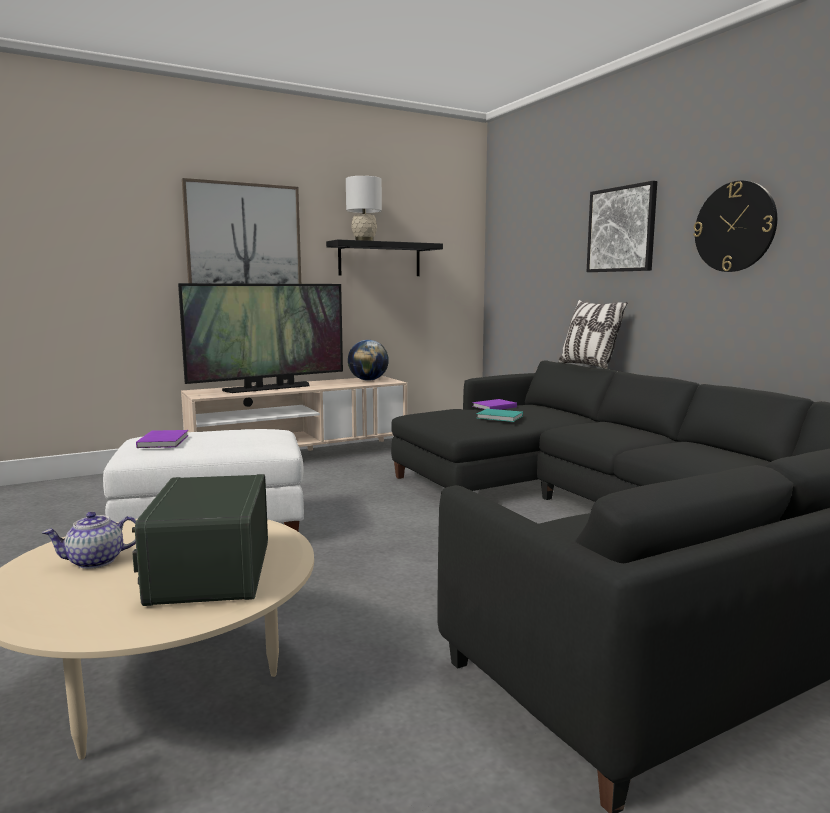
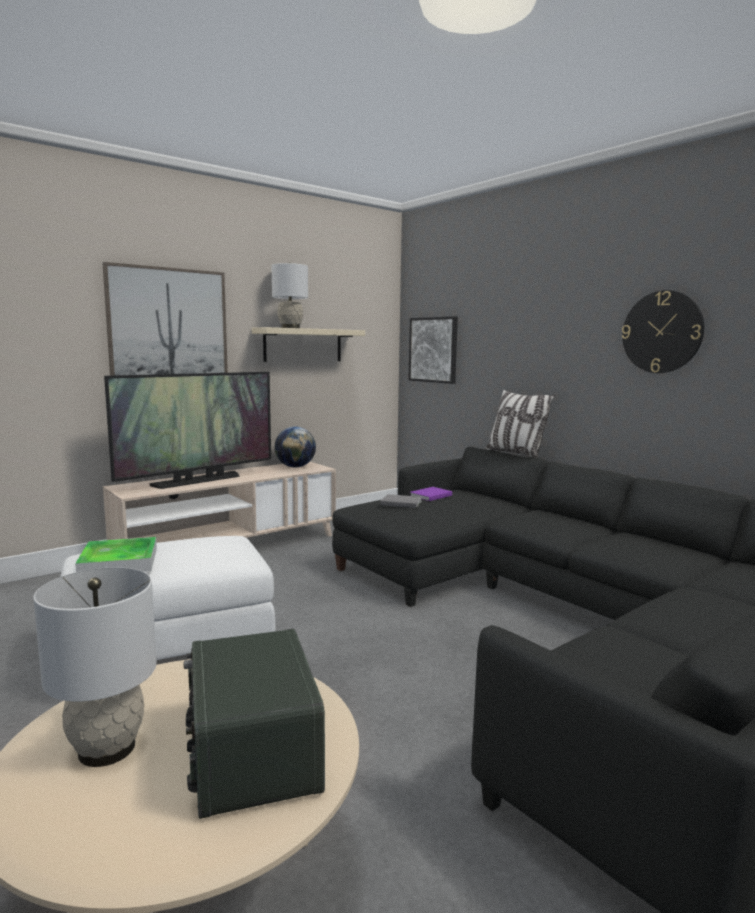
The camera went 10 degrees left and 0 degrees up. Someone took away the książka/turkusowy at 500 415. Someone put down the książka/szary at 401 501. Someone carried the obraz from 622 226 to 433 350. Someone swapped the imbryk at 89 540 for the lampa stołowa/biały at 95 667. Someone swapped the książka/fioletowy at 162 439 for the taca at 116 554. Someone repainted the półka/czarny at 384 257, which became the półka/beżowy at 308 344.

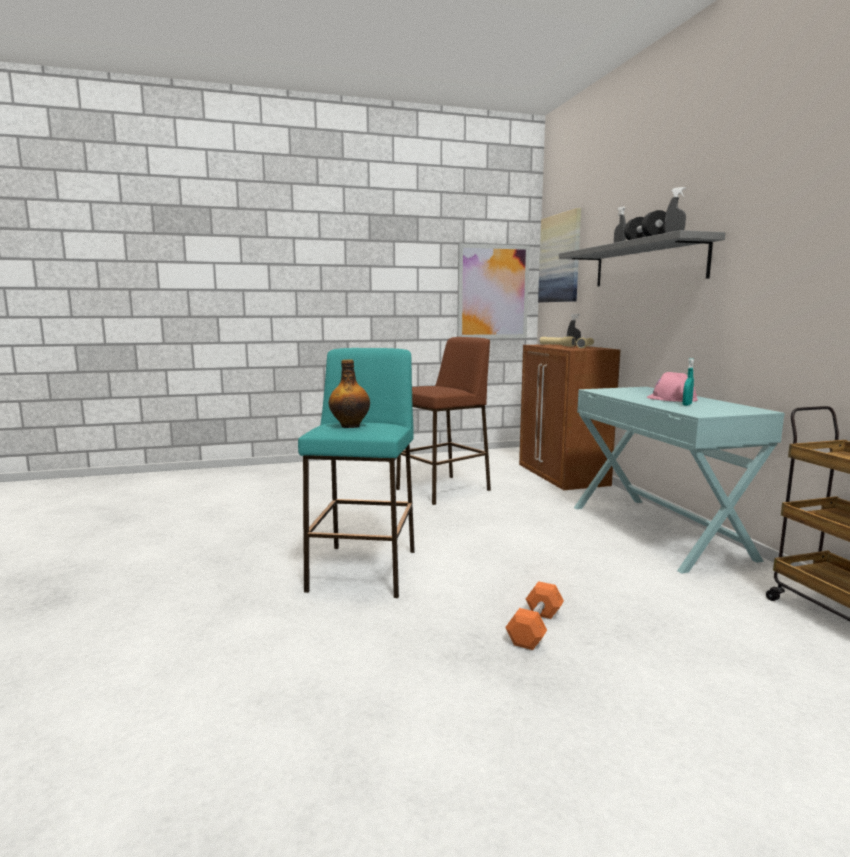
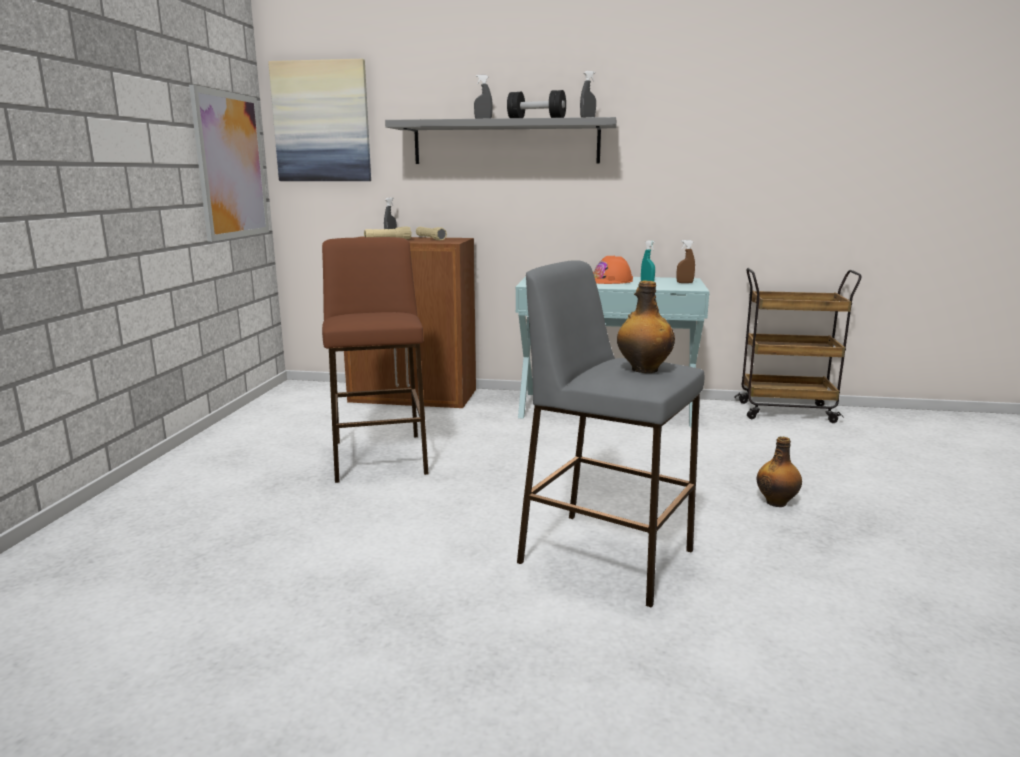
The camera went 65 degrees left and 5 degrees up. Someone put down the spryskiwacz/brązowy at 686 261. Someone swapped the hantel/pomarańczowy at 534 615 for the butelka at 779 472. Someone repainted the stołek/turkusowy at 356 473, which became the stołek/szary at 610 433. Someone repainted the kask/różowy at 672 387, which became the kask/pomarańczowy at 613 270.

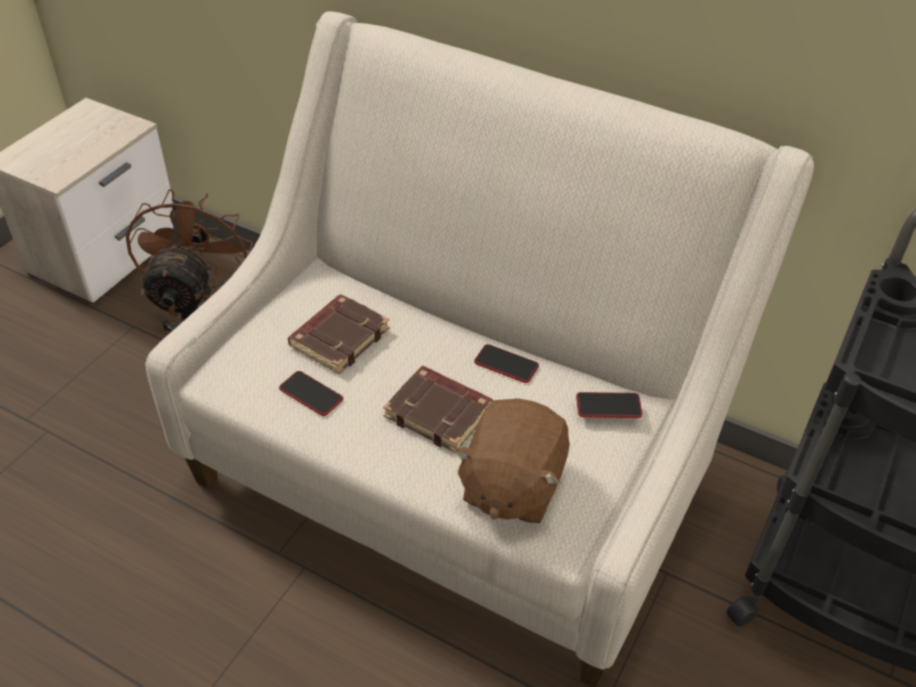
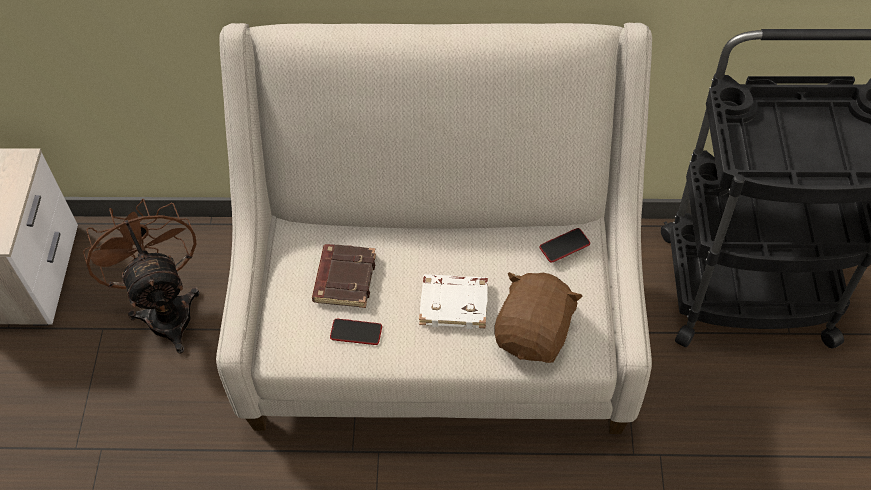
The camera went 25 degrees left and 10 degrees up. Someone took away the telefon at 506 363. Someone repainted the książka/brązowy at 438 409, which became the książka/biały at 453 301. Someone rotated the pluszak/brązowy at 512 460 by 150 degrees counterclockwise.

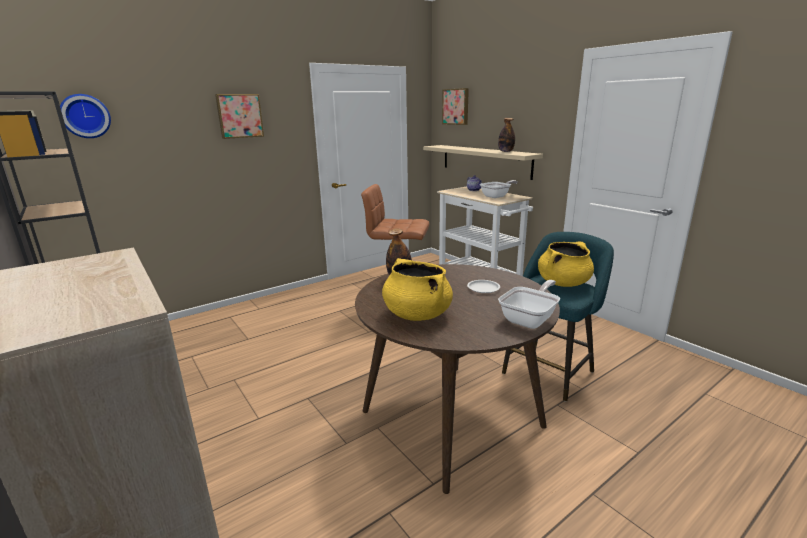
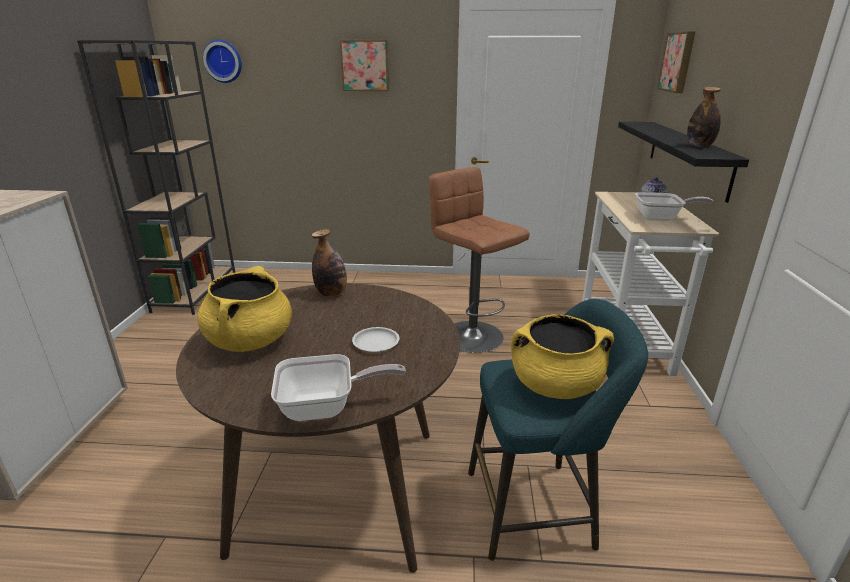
The camera went 40 degrees right and 5 degrees up. Someone repainted the półka/beżowy at 483 162, which became the półka/czarny at 683 162.

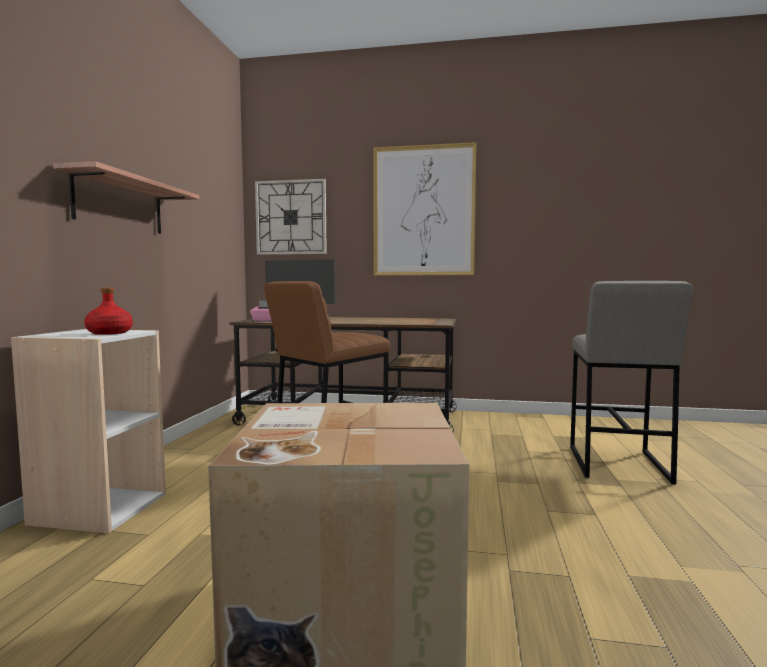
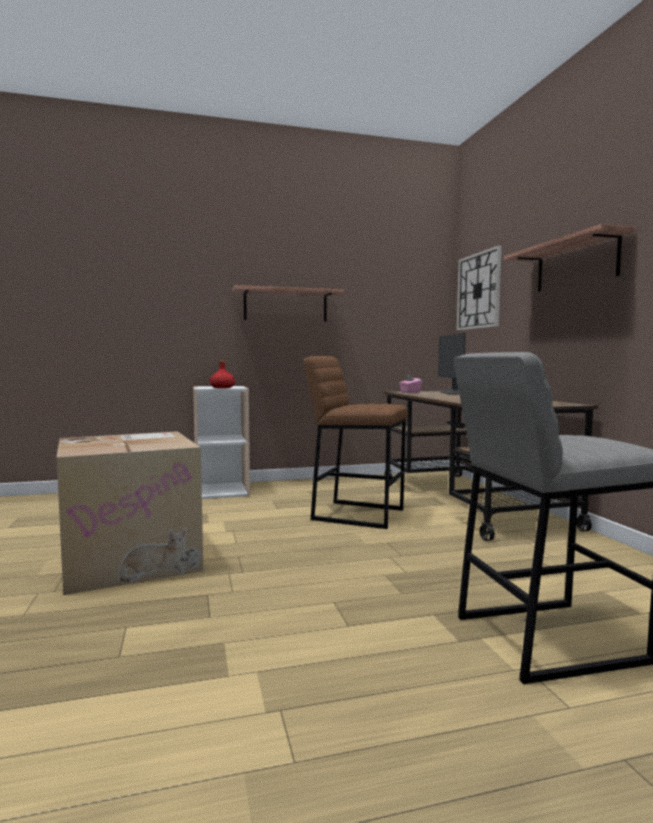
The camera went 65 degrees right and 0 degrees up. Someone swapped the obraz at 425 209 for the półka at 570 258.

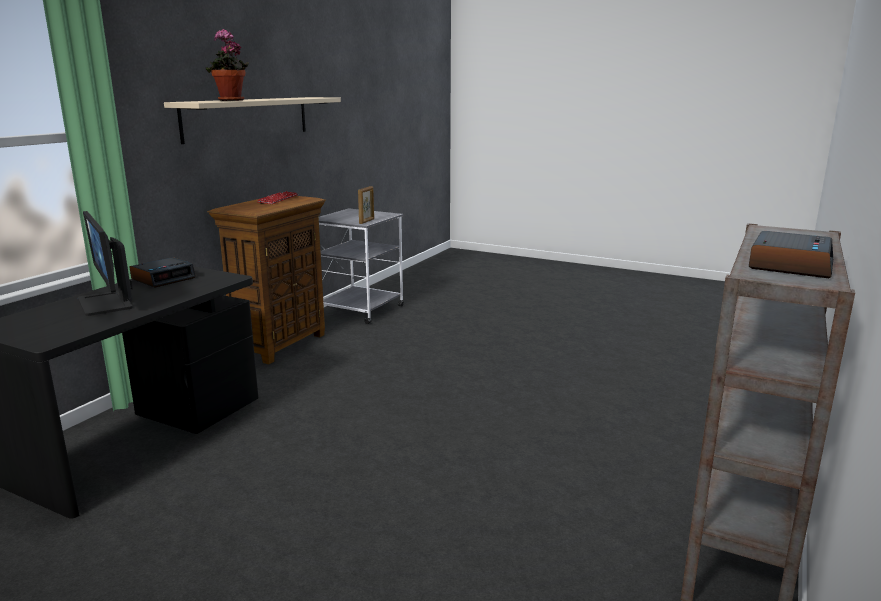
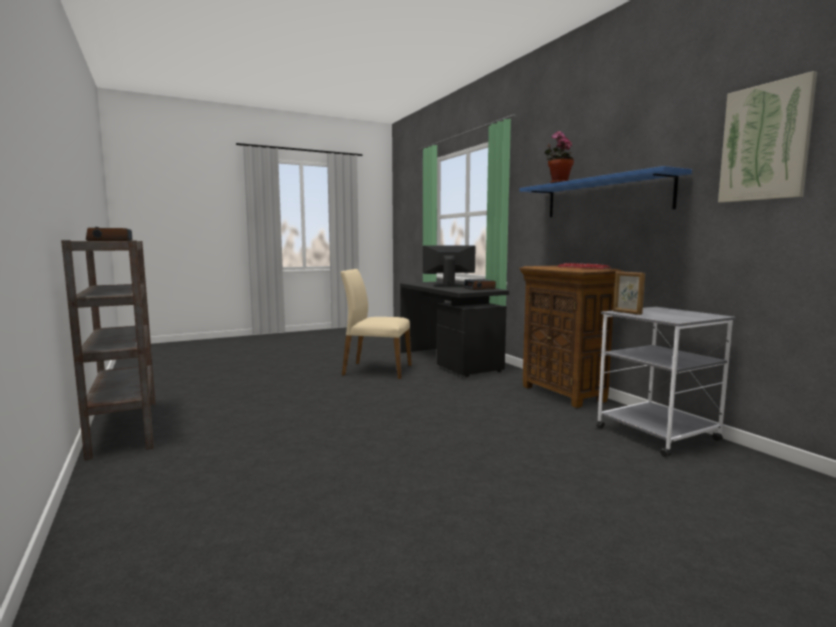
The camera went 125 degrees right and 10 degrees down. Someone put down the krzesło/beżowy at 376 324. Someone put up the obraz at 767 137. Someone repainted the półka/beżowy at 252 120, which became the półka/niebieski at 606 191.

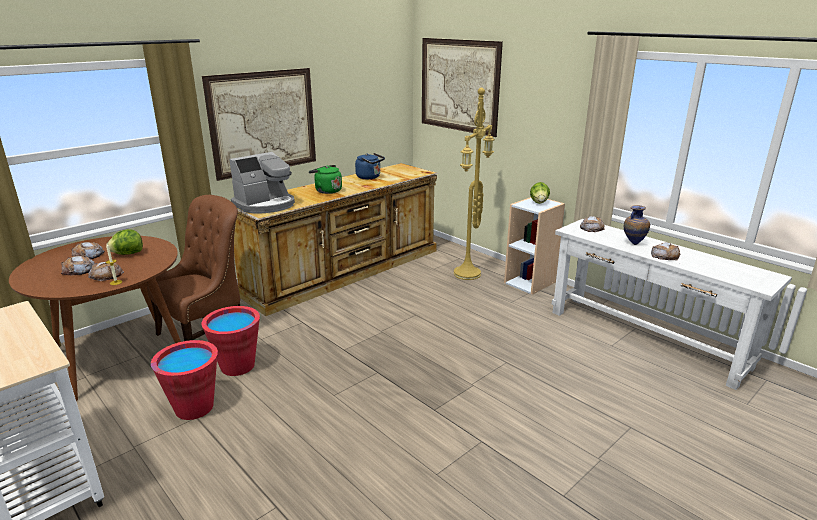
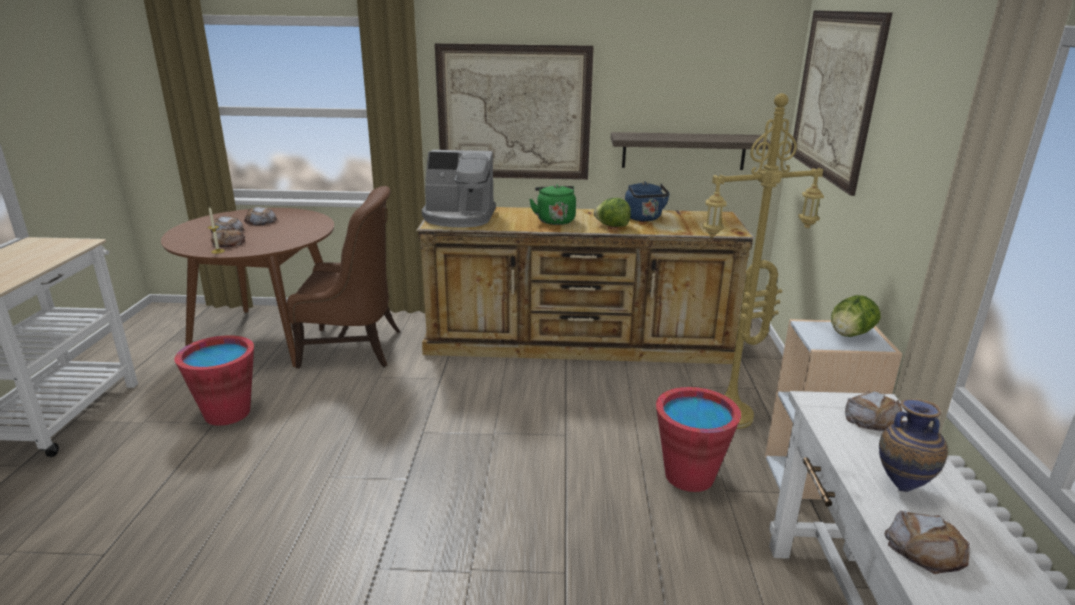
The camera went 45 degrees right and 0 degrees up. Someone put up the półka at 690 151. Someone carried the sałata from 125 242 to 612 212. Someone carried the wiadro/czerwony from 230 341 to 698 439.

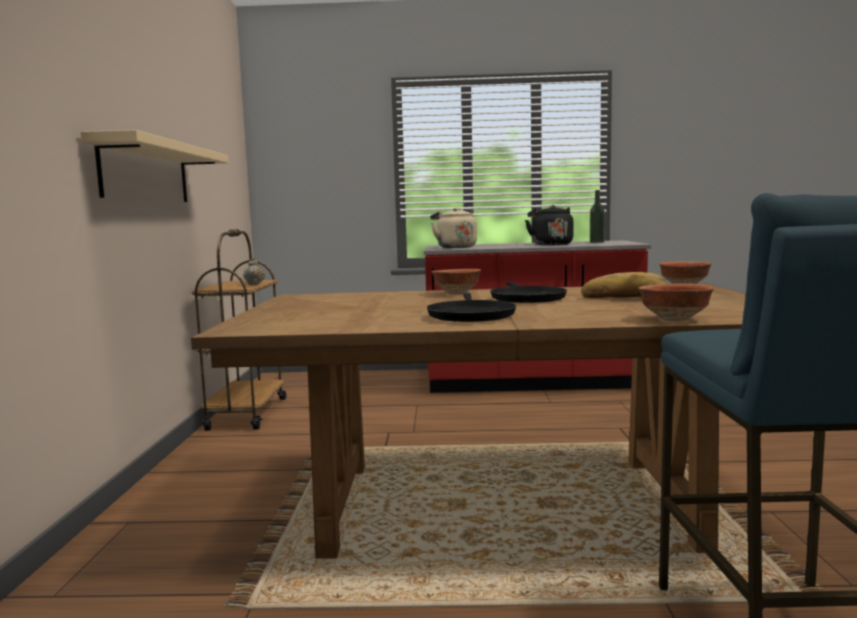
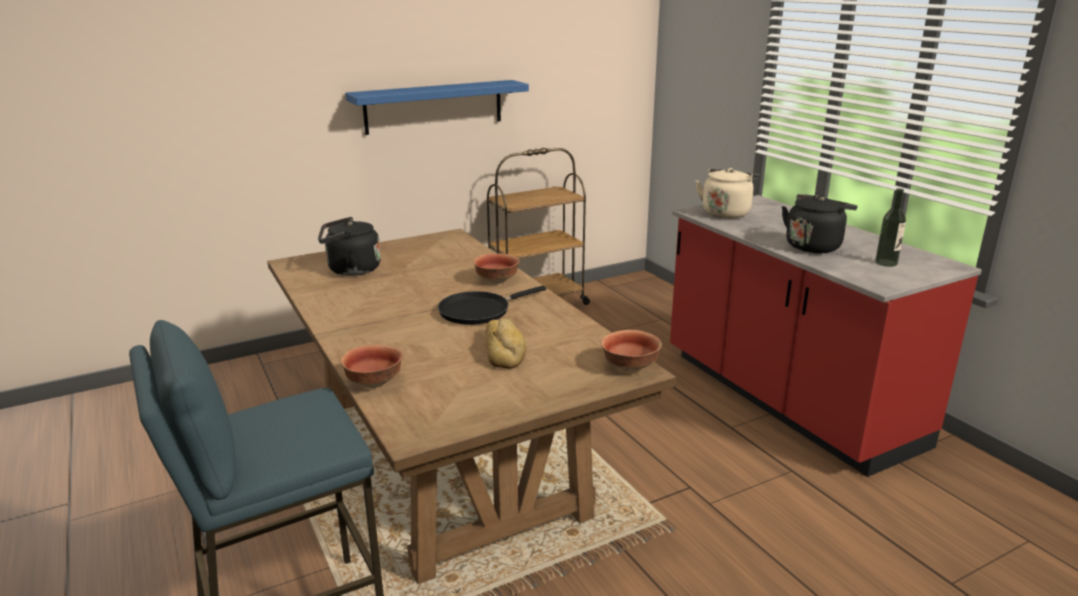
The camera went 60 degrees right and 15 degrees up. Someone took away the imbryk/beżowy at 254 271. Someone took away the patelnia/czarny at 471 307. Someone put down the czajnik/czarny at 349 246. Someone repainted the półka/beżowy at 155 166, which became the półka/niebieski at 437 107.

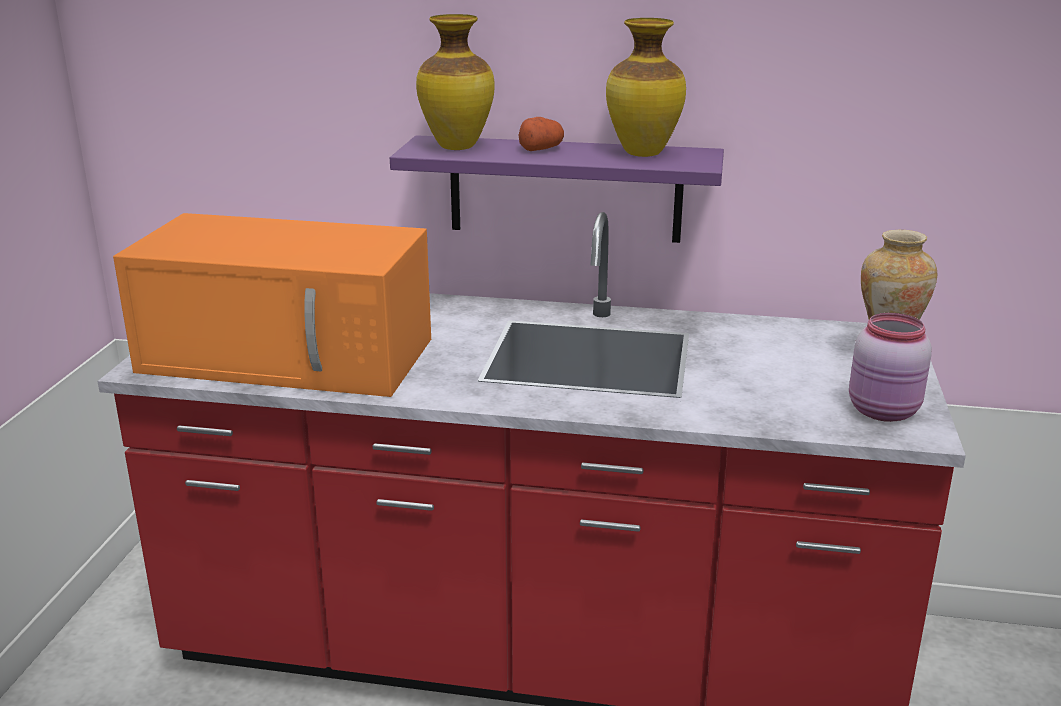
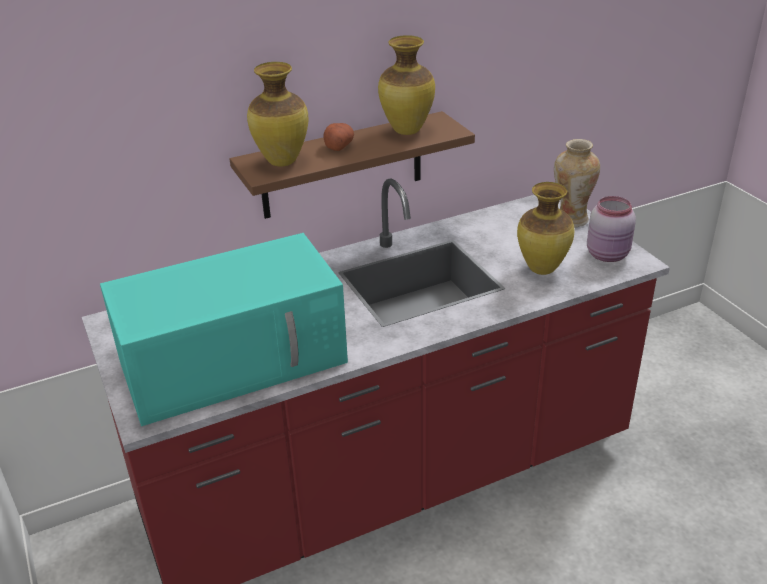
The camera went 35 degrees left and 10 degrees up. Someone put down the wazon at 545 228. Someone repainted the mikrofalówka/pomarańczowy at 272 305, which became the mikrofalówka/turkusowy at 224 329. Someone repainted the półka/fioletowy at 557 189, which became the półka/brązowy at 352 165.

